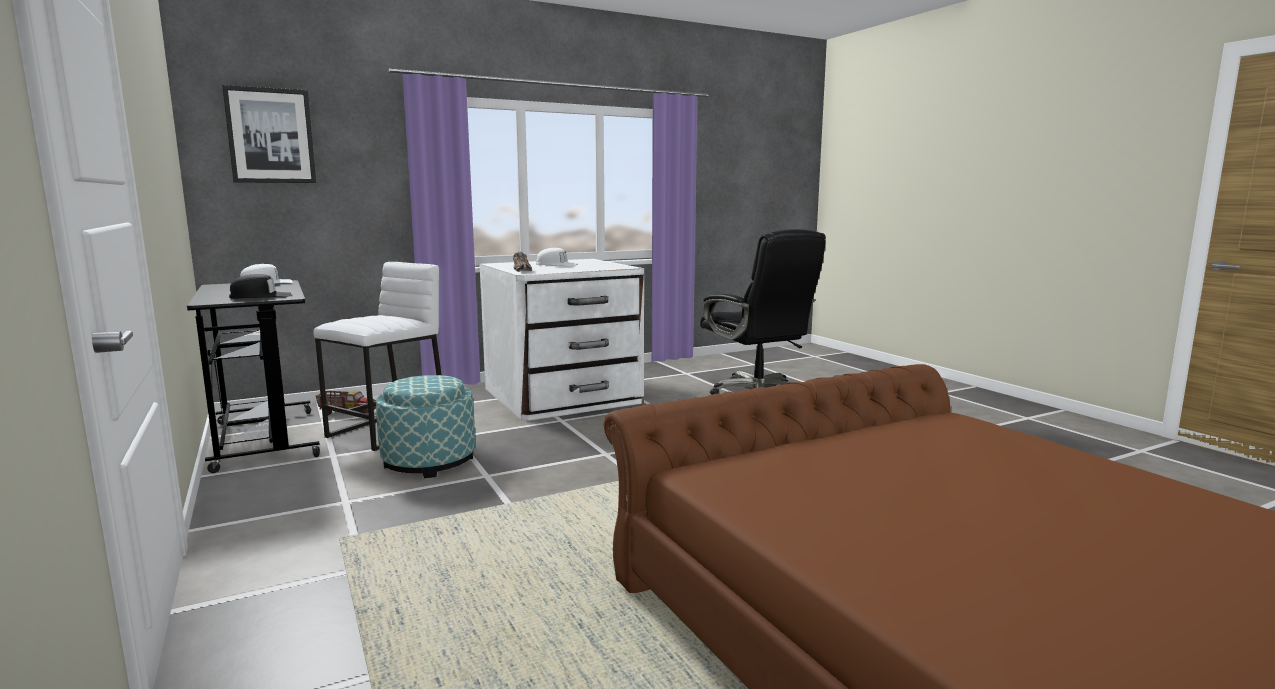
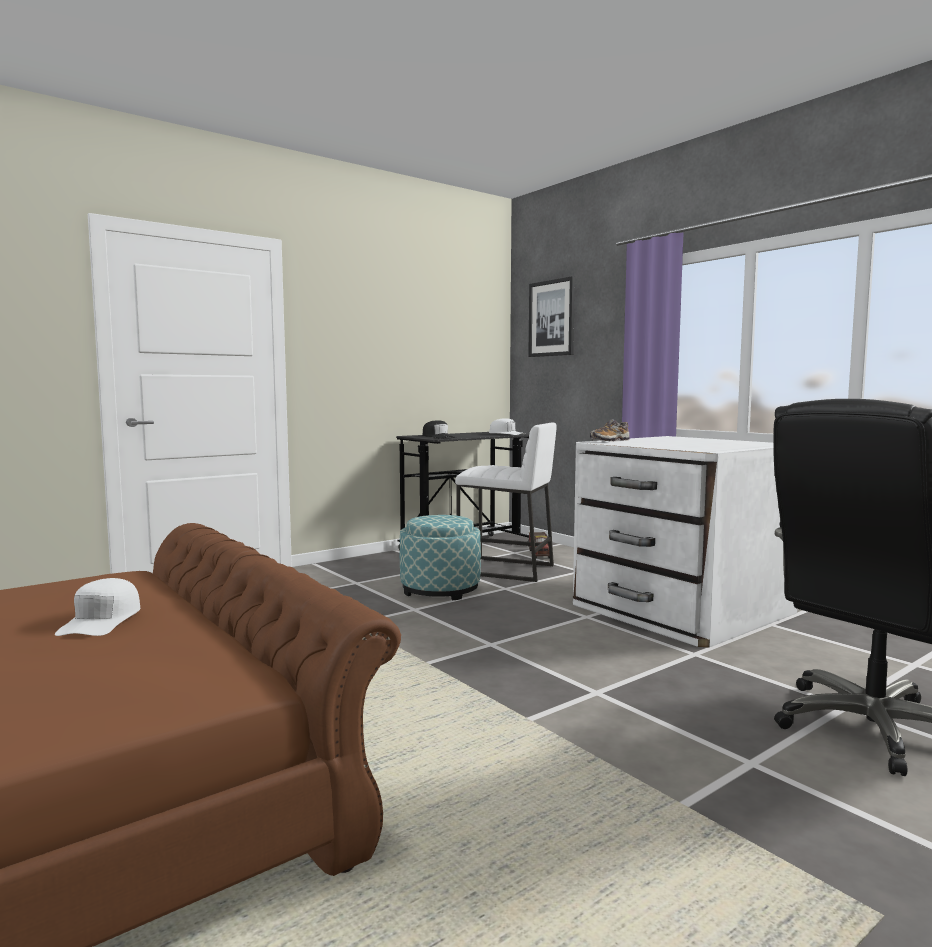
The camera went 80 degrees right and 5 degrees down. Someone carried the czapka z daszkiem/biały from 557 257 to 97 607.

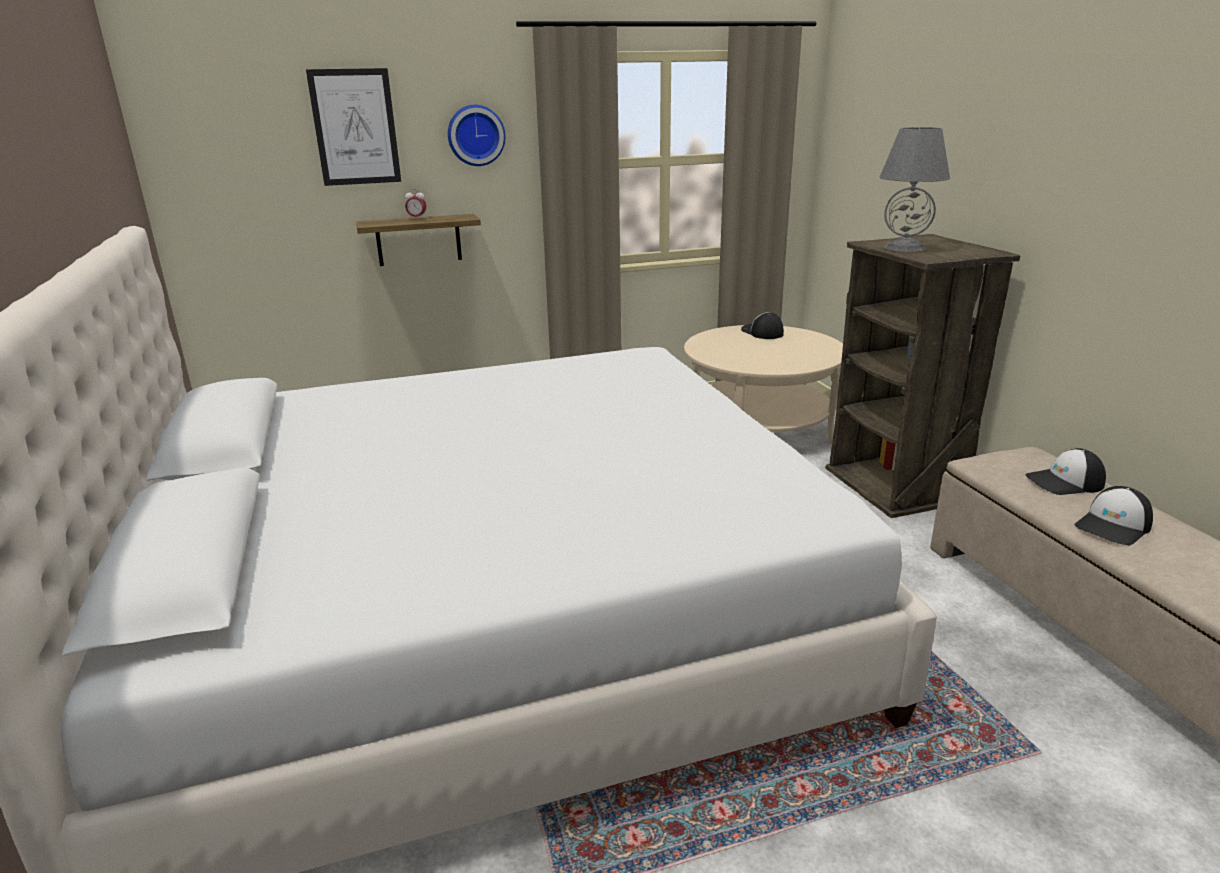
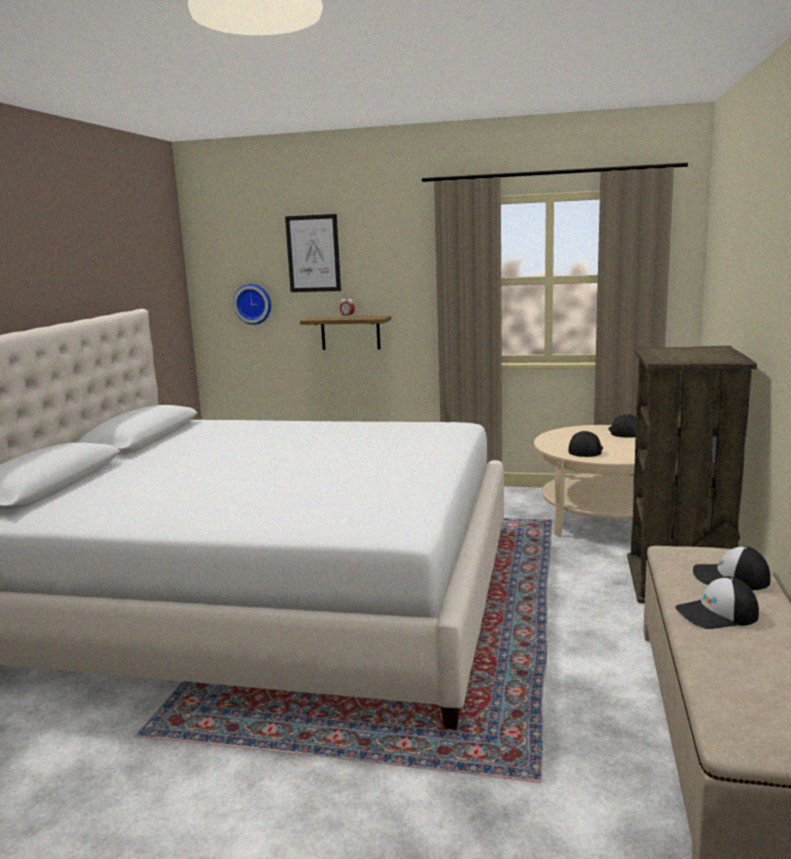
The camera went 30 degrees right and 10 degrees down. Someone took away the lampa stołowa/szary at 915 189. Someone put down the czapka z daszkiem at 585 444. Someone carried the zegar ścienny from 477 135 to 252 304.

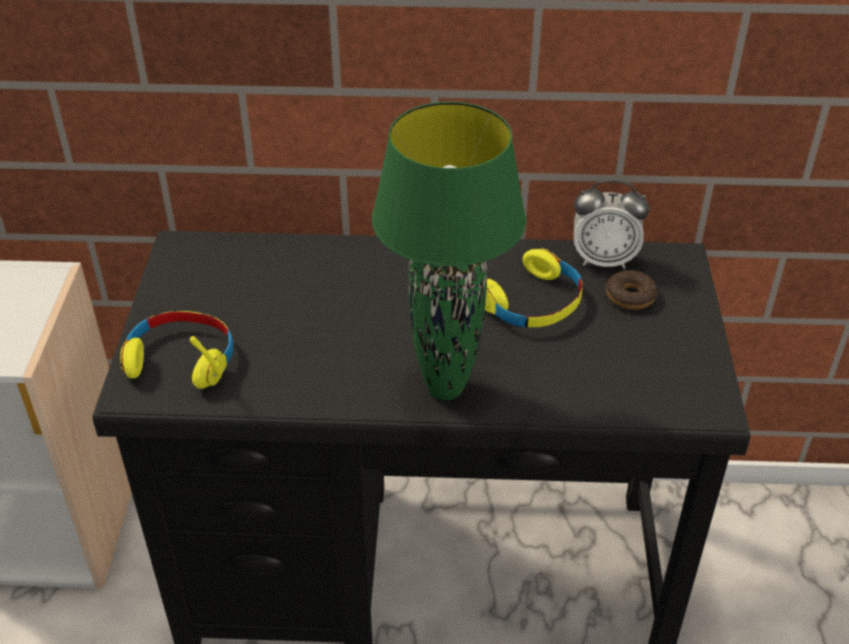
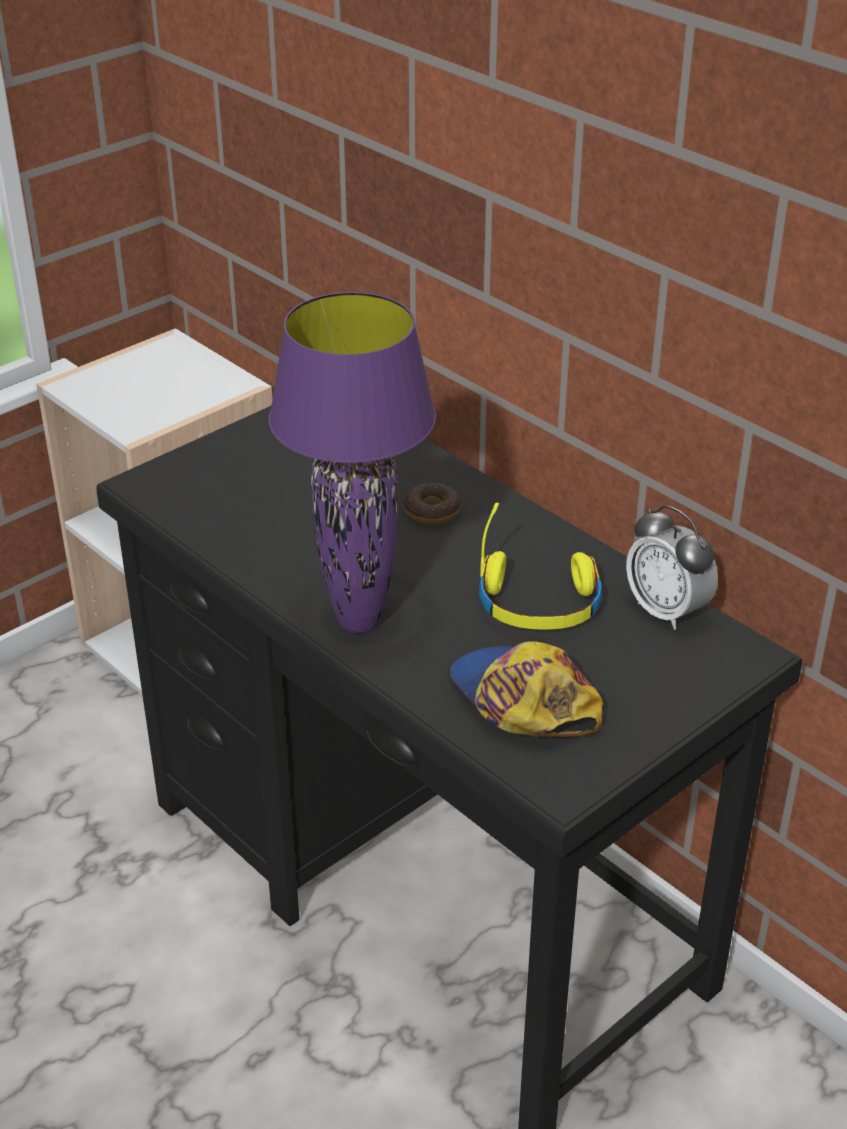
The camera went 45 degrees right and 5 degrees down. Someone took away the słuchawki/żółty at 176 350. Someone put down the czapka z daszkiem at 527 689. Someone carried the donut from 632 290 to 432 504. Someone repainted the lampa stołowa/zielony at 449 251, which became the lampa stołowa/fioletowy at 352 462.

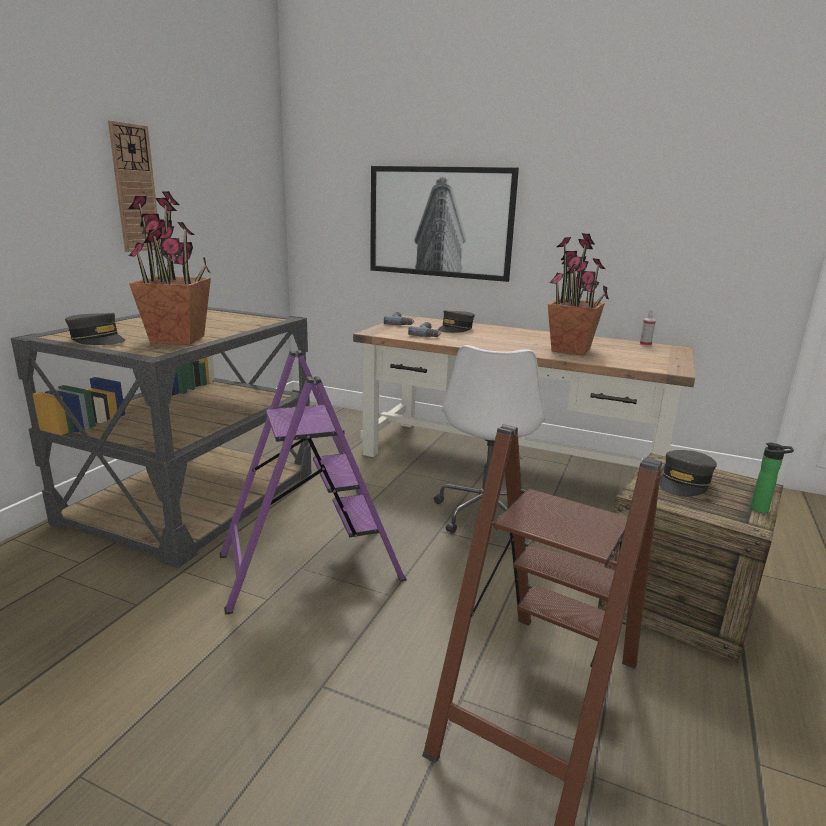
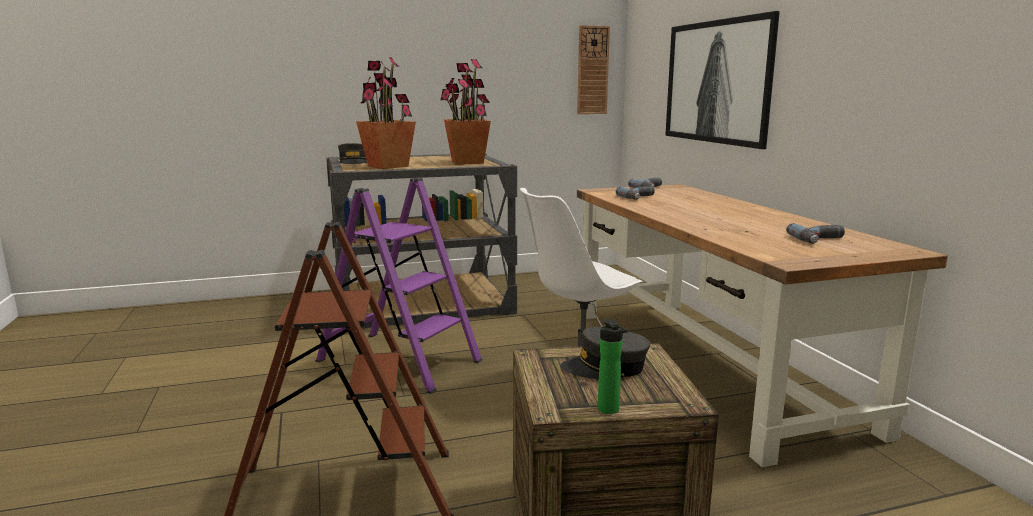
The camera went 50 degrees right and 5 degrees down. Someone took away the czapka z daszkiem/szary at 456 321. Someone took away the spryskiwacz at 648 328. Someone put down the wiertarka at 815 233. Someone carried the zegar ścienny from 134 186 to 593 69. Someone carried the roślina doniczkowa from 578 294 to 466 112.

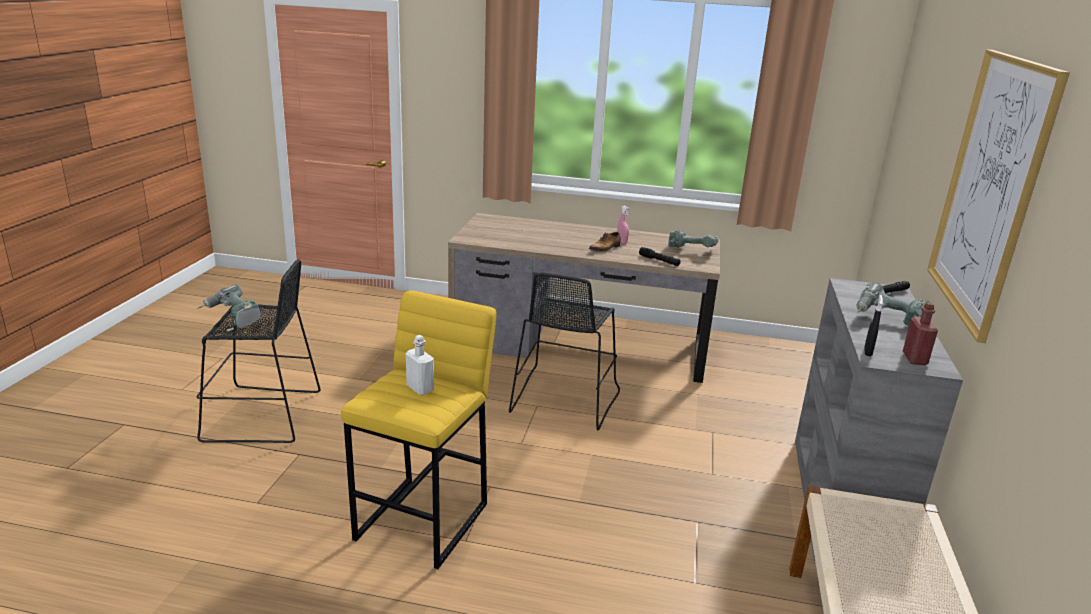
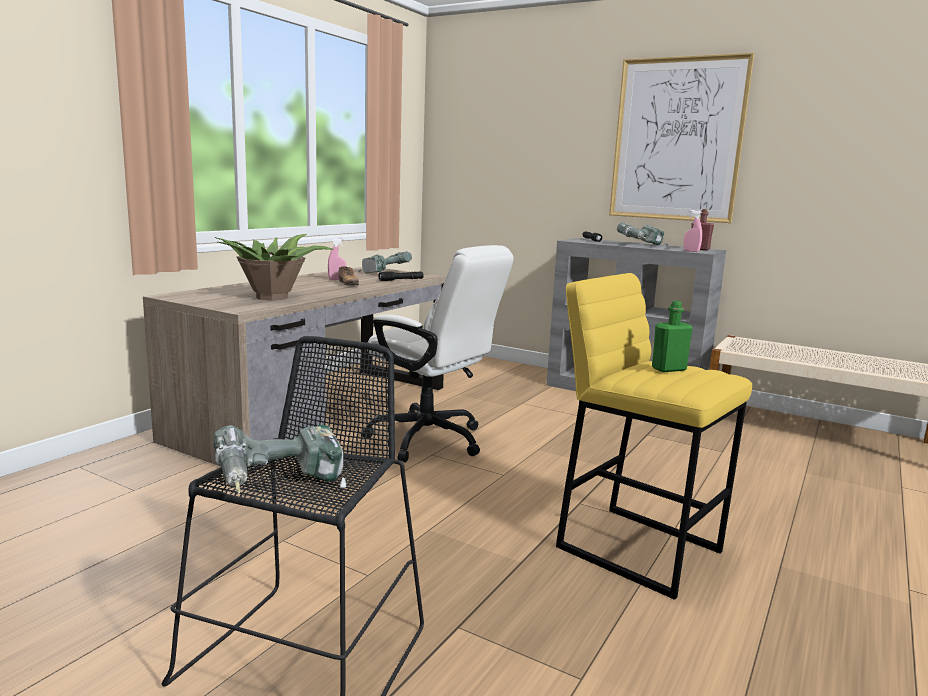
The camera went 70 degrees left and 10 degrees down. Someone put down the roślina doniczkowa at 274 267. Someone swapped the stołek/czarny at 564 352 for the krzesło biurowe/biały at 438 353. Someone repainted the butelka/biały at 420 365, which became the butelka/zielony at 672 336. Someone repainted the spryskiwacz/czarny at 873 325, which became the spryskiwacz/różowy at 692 231.

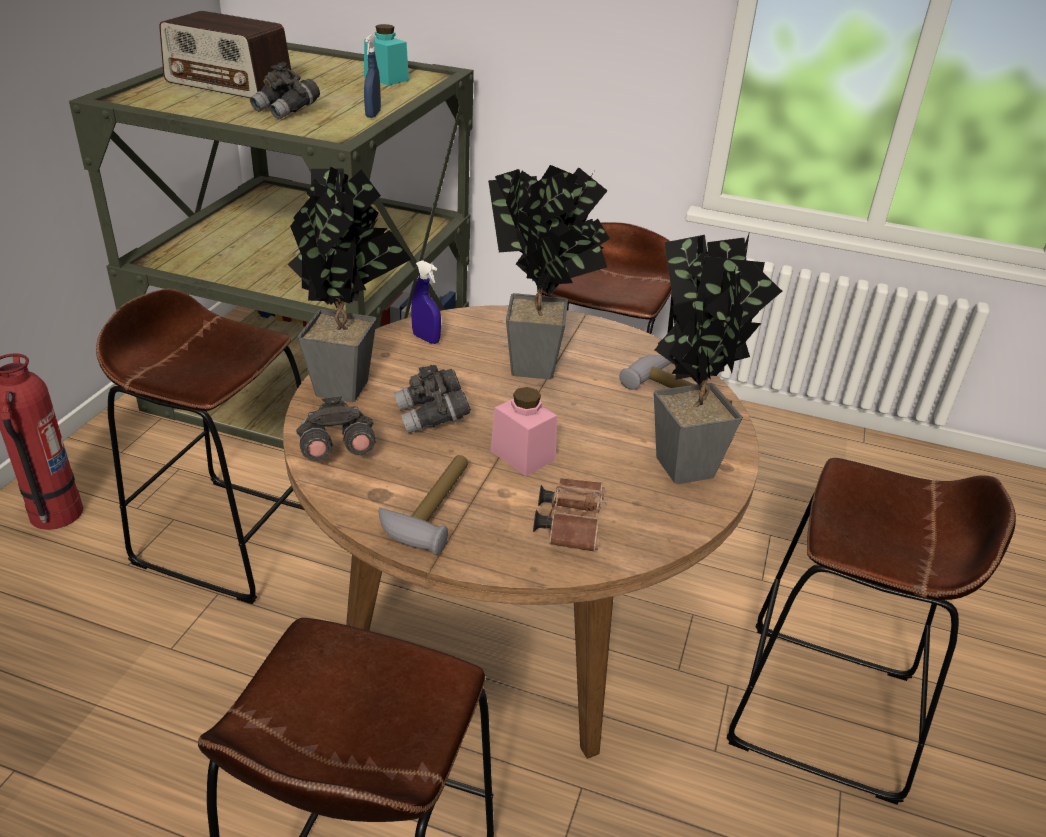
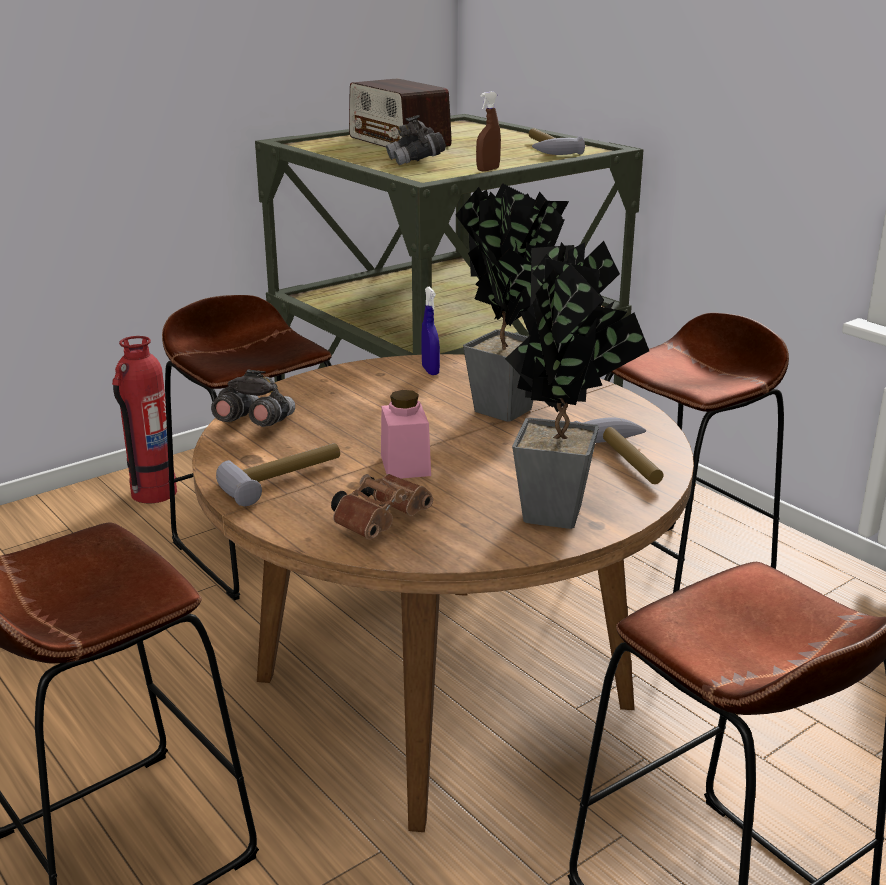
The camera went 35 degrees right and 10 degrees down. Someone took away the roślina doniczkowa at 350 284. Someone took away the lornetka/szary at 432 399. Someone swapped the słoik/turkusowy at 386 55 for the młotek at 557 141. Someone repainted the spryskiwacz/niebieski at 372 76, which became the spryskiwacz/brązowy at 488 131.

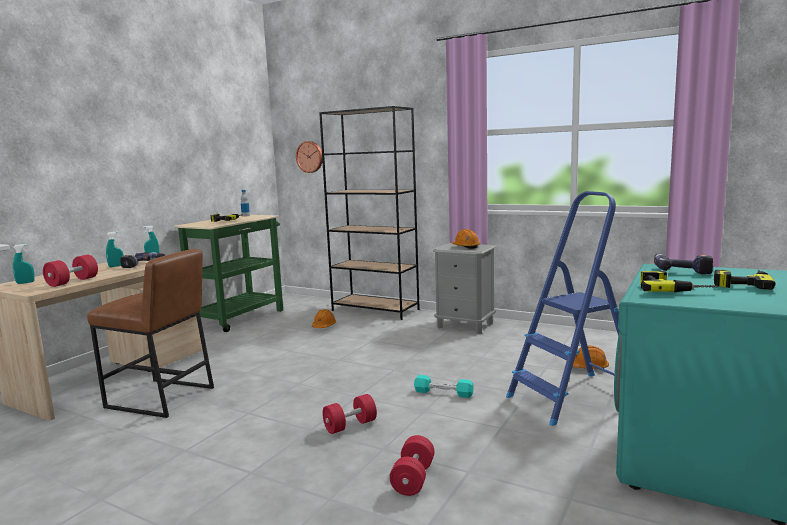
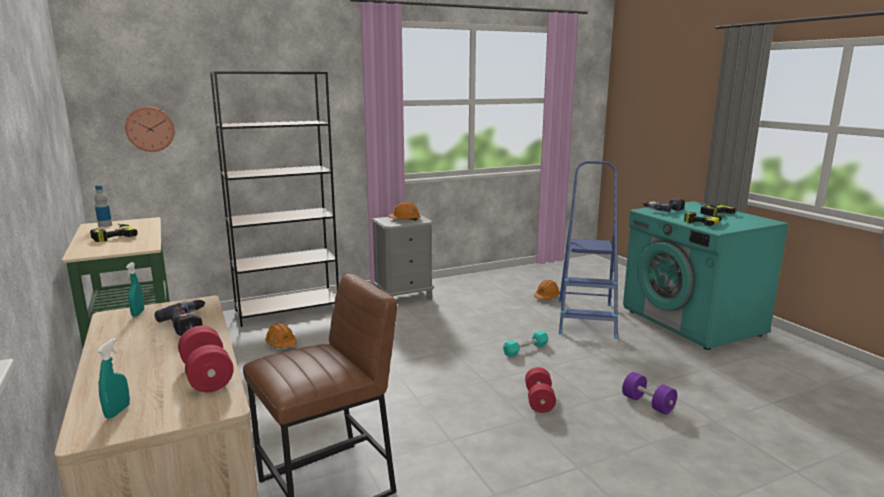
The camera went 55 degrees left and 5 degrees up. Someone took away the spryskiwacz/turkusowy at 115 249. Someone repainted the hantel/czerwony at 412 465, which became the hantel/fioletowy at 649 393.

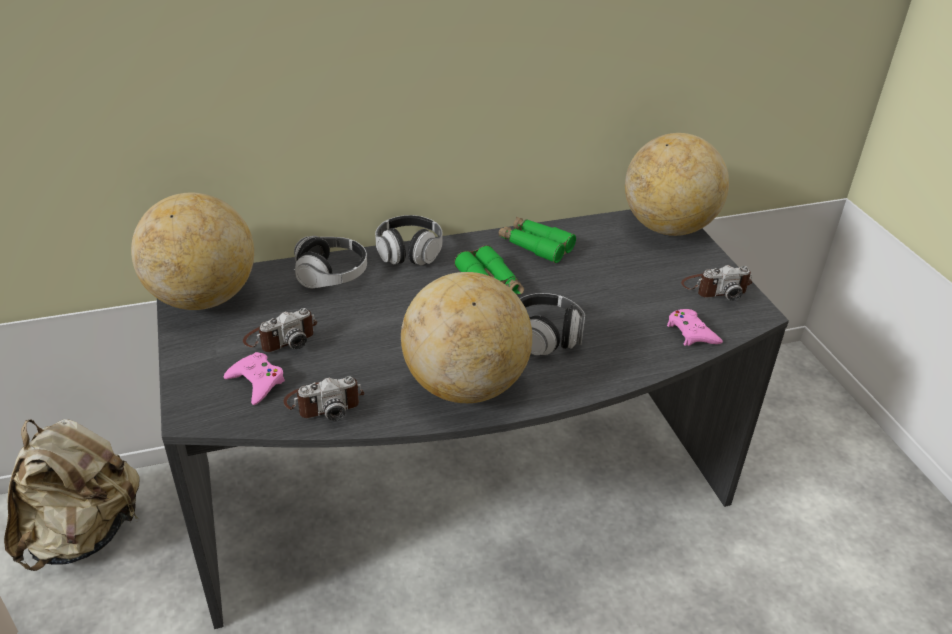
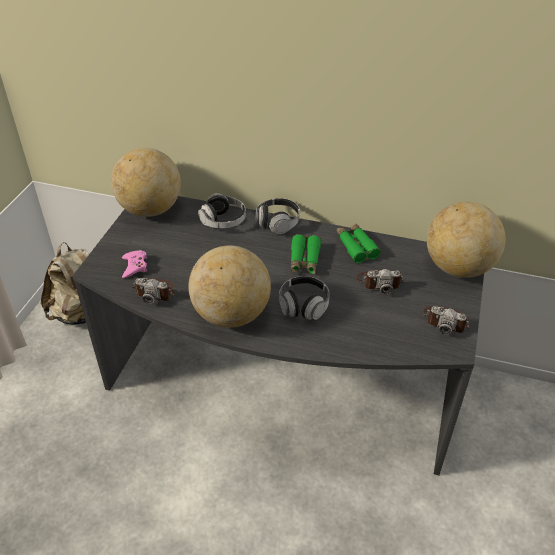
The camera went 35 degrees right and 5 degrees up. Someone took away the pad do gier/różowy at 695 327. Someone carried the aparat fotograficzny from 280 330 to 380 281.

